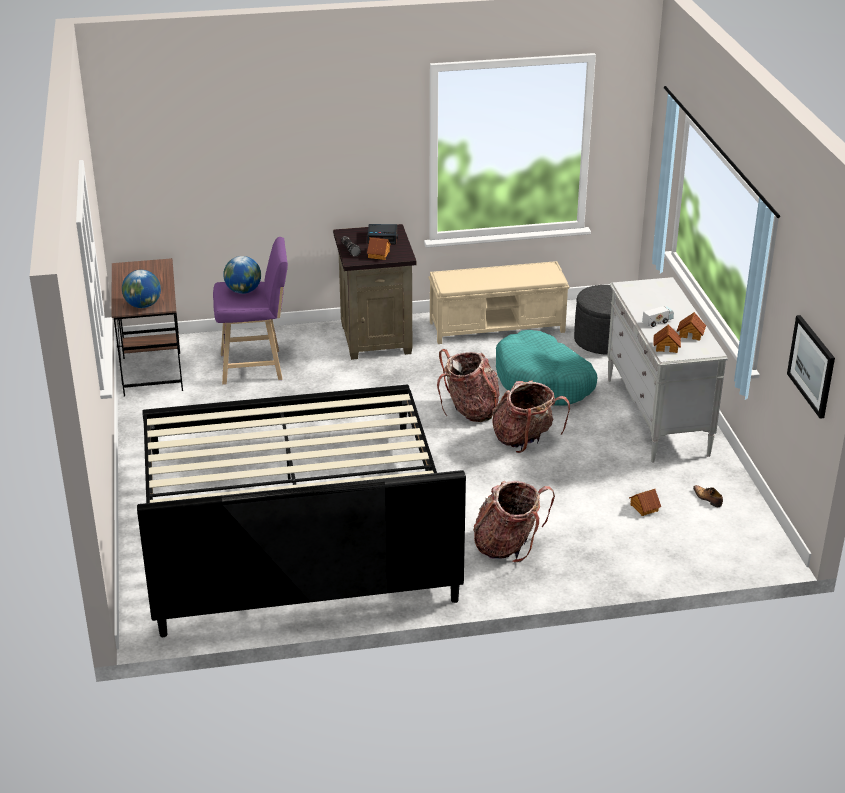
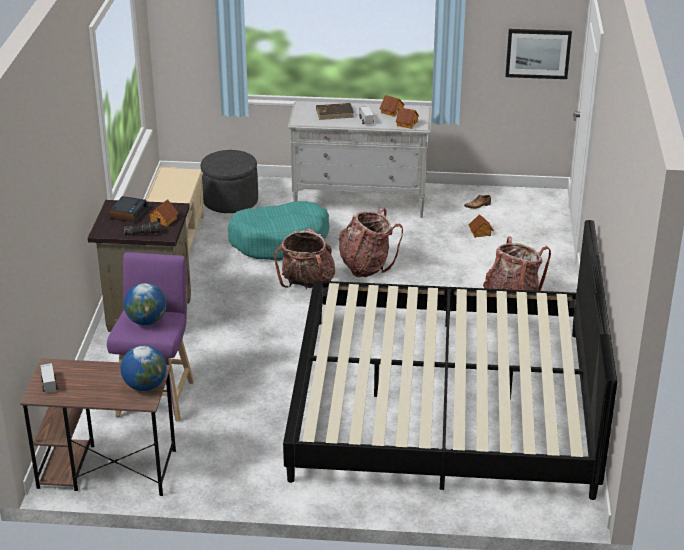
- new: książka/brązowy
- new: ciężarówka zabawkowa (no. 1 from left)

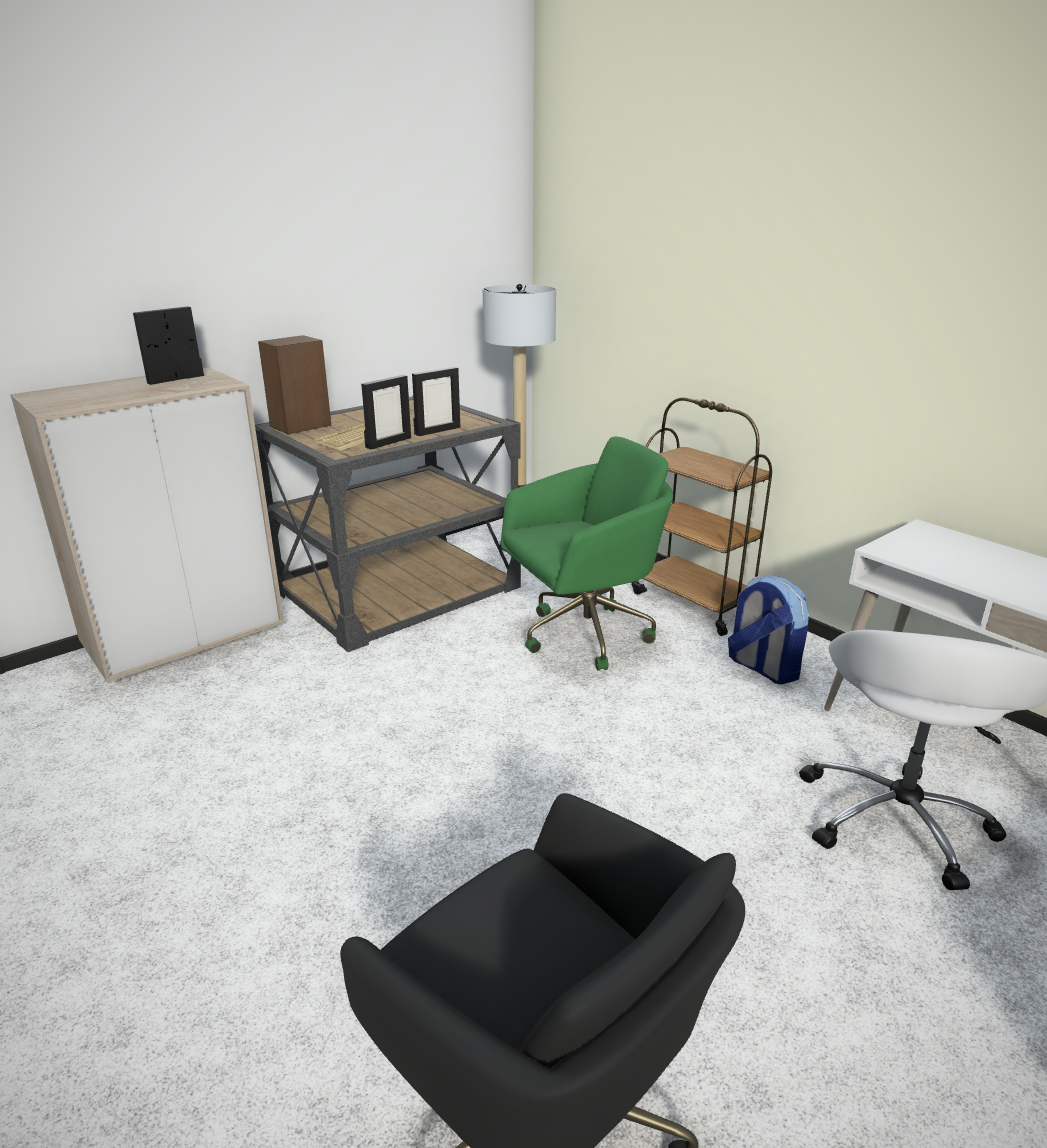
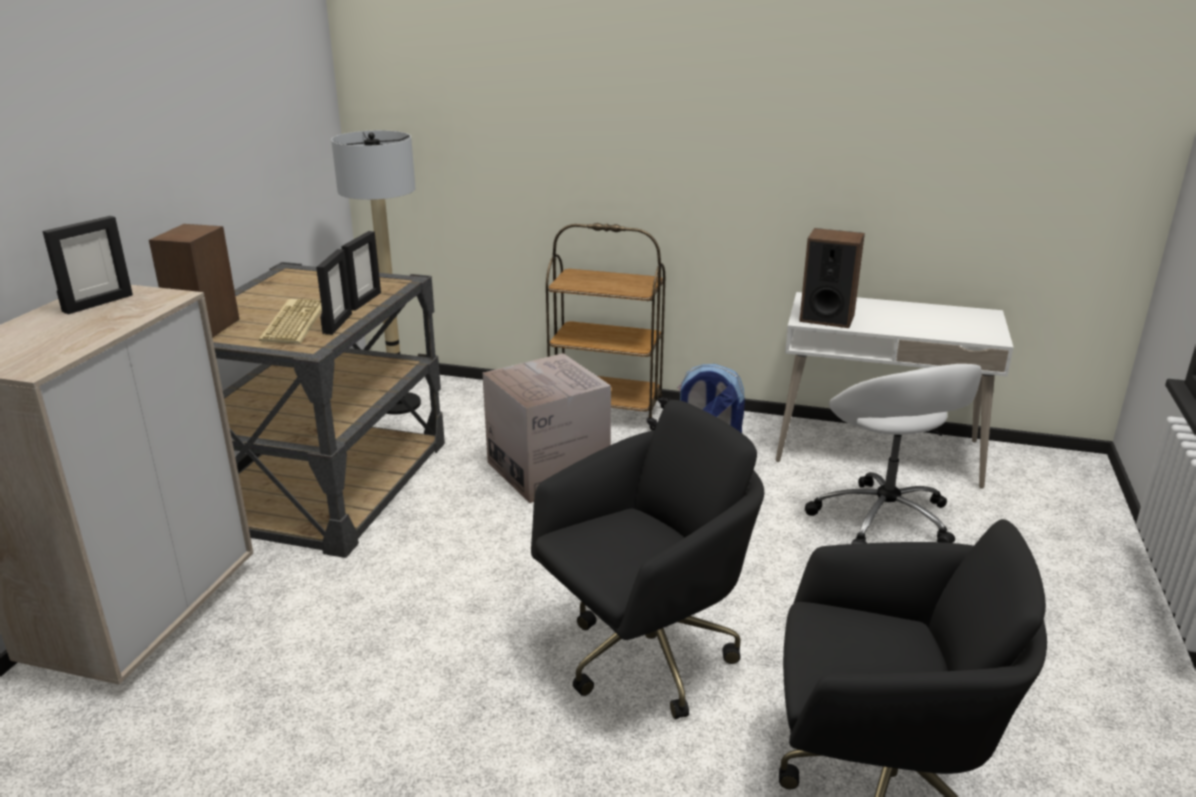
- rotated: ramka na zdjęcie (no. 1 from left) 150 degrees counterclockwise
- swapped: krzesło biurowe/zielony to karton
- new: głośnik (no. 2 from left)
- new: krzesło biurowe/czarny (no. 1 from left)

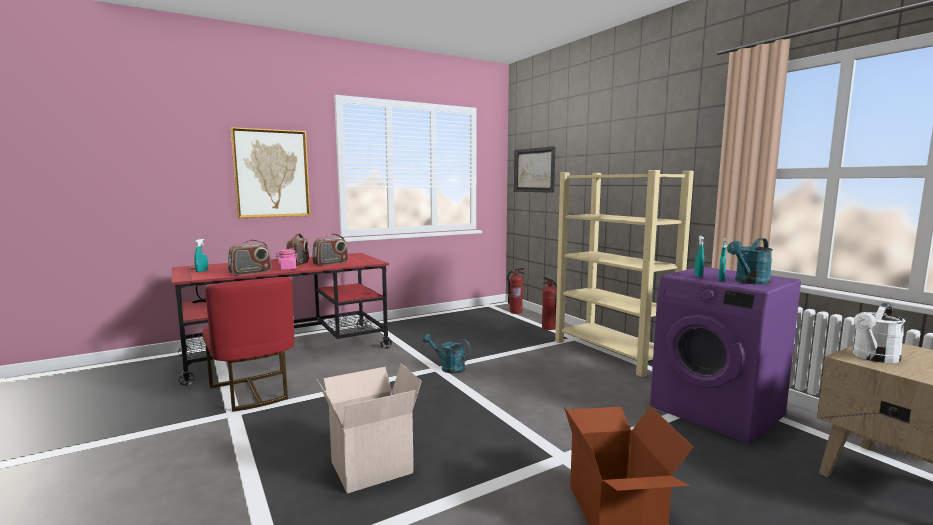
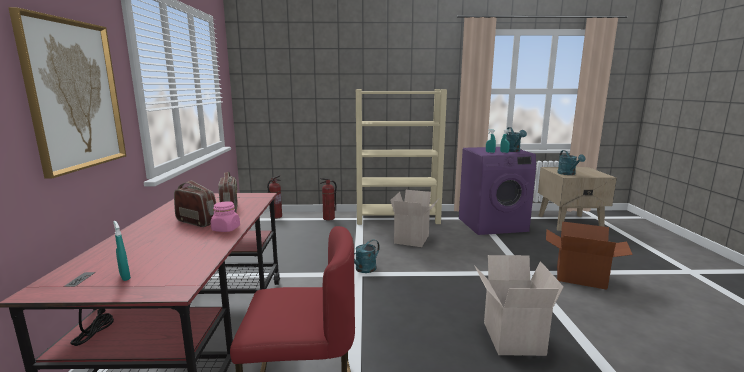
- gone: obraz (no. 2 from left)
- gone: radio (no. 1 from left)
- repainted: konewka/biały to konewka/turkusowy (no. 3 from left)
- new: karton (no. 1 from left)

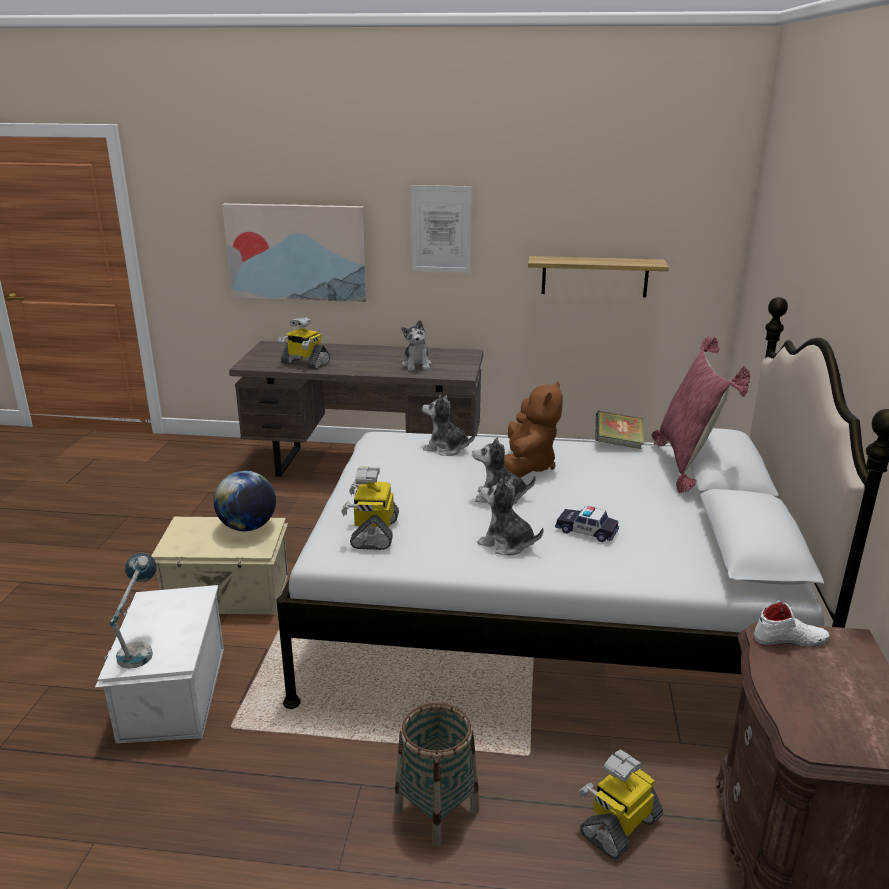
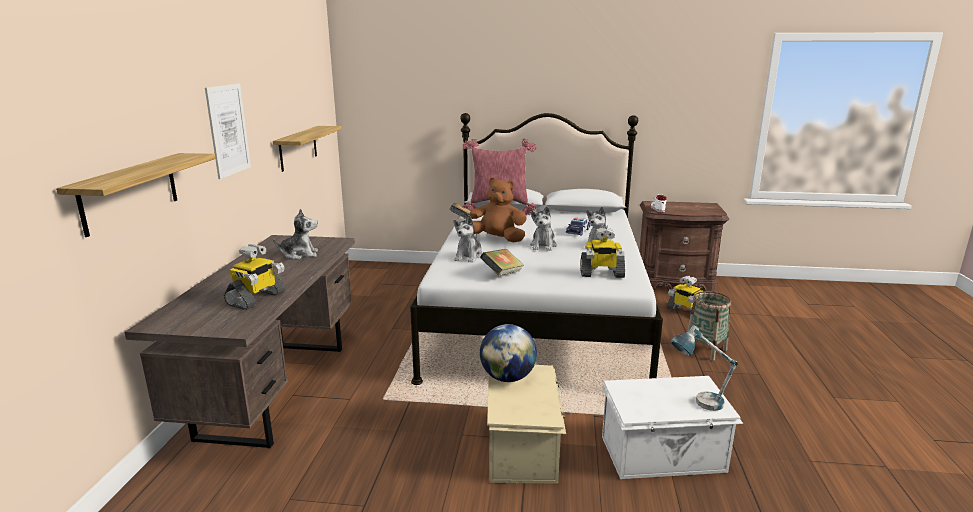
- swapped: obraz (no. 1 from left) to półka (no. 1 from left)
- new: książka (no. 2 from left)

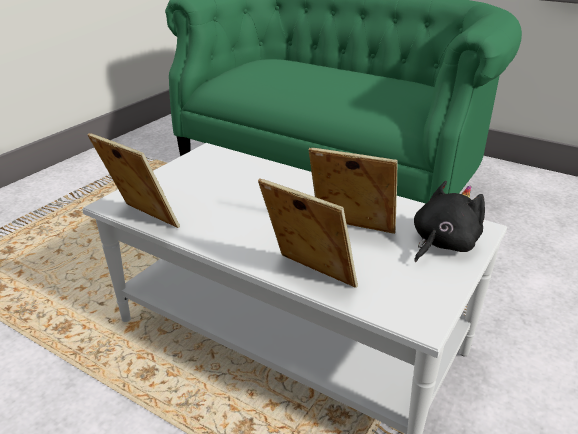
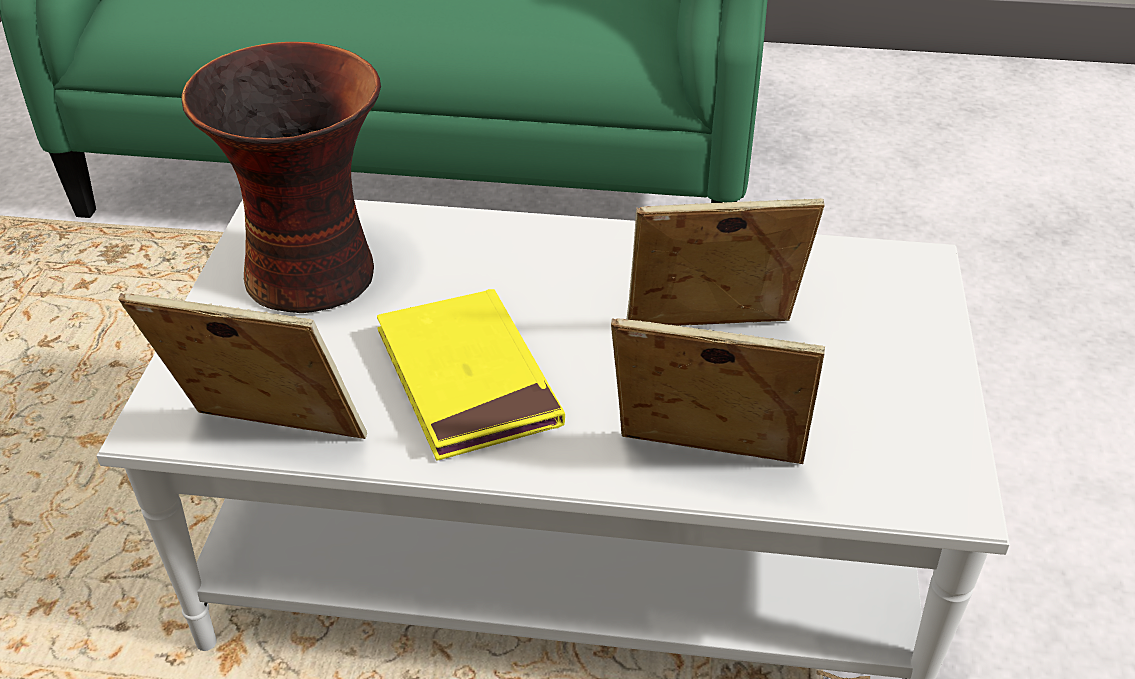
- gone: pluszak/czarny
- new: wazon
- new: książka/żółty

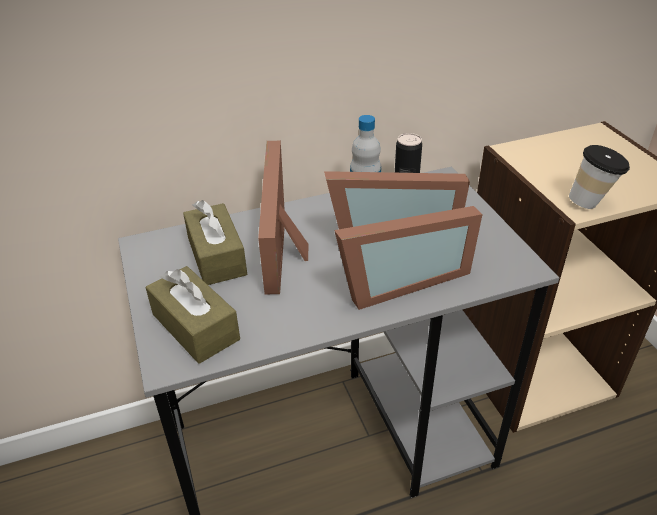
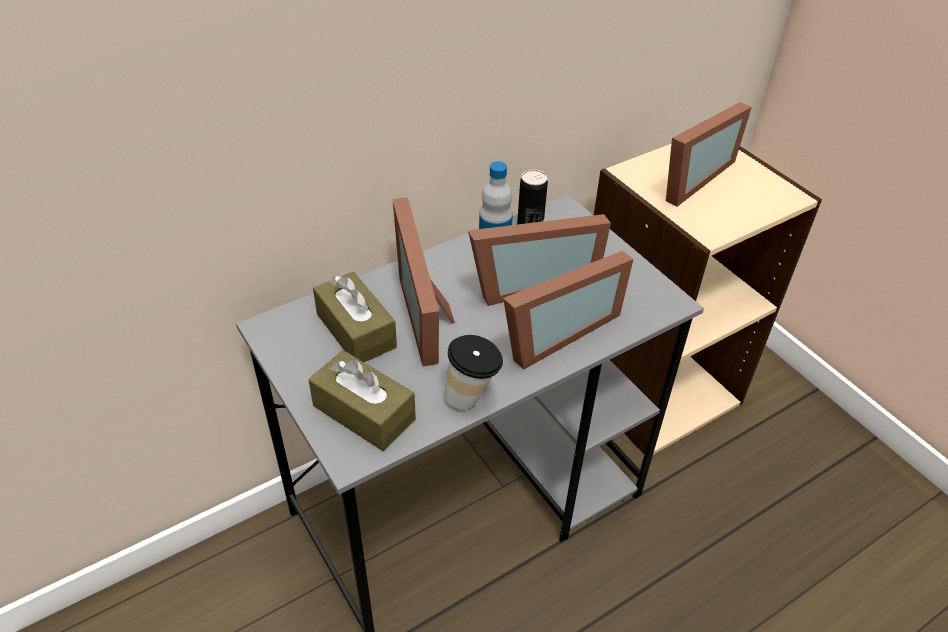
- shifted: filiżanka
- new: ramka na zdjęcie (no. 4 from left)

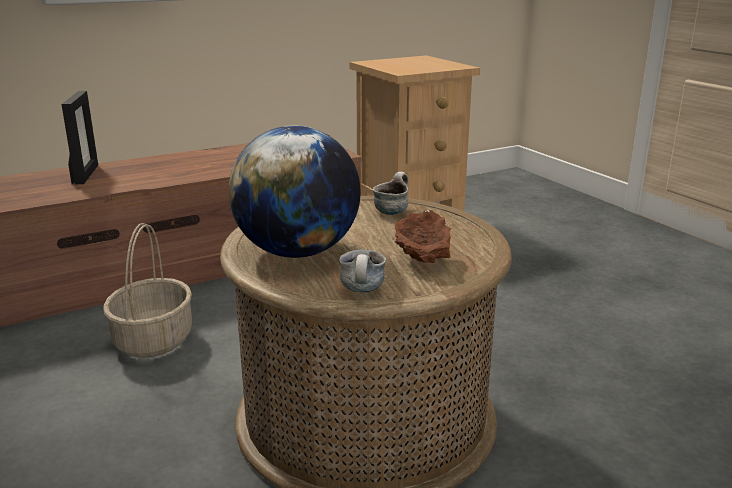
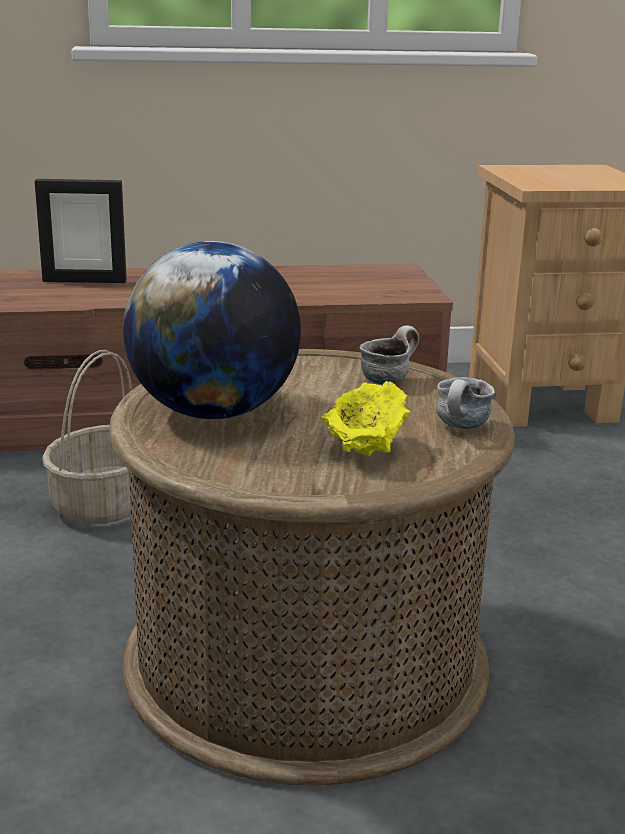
- rotated: ramka na zdjęcie 75 degrees clockwise
- repainted: miska/brązowy to miska/żółty
- shifted: kubek (no. 1 from left in the first image) to kubek (no. 2 from left)

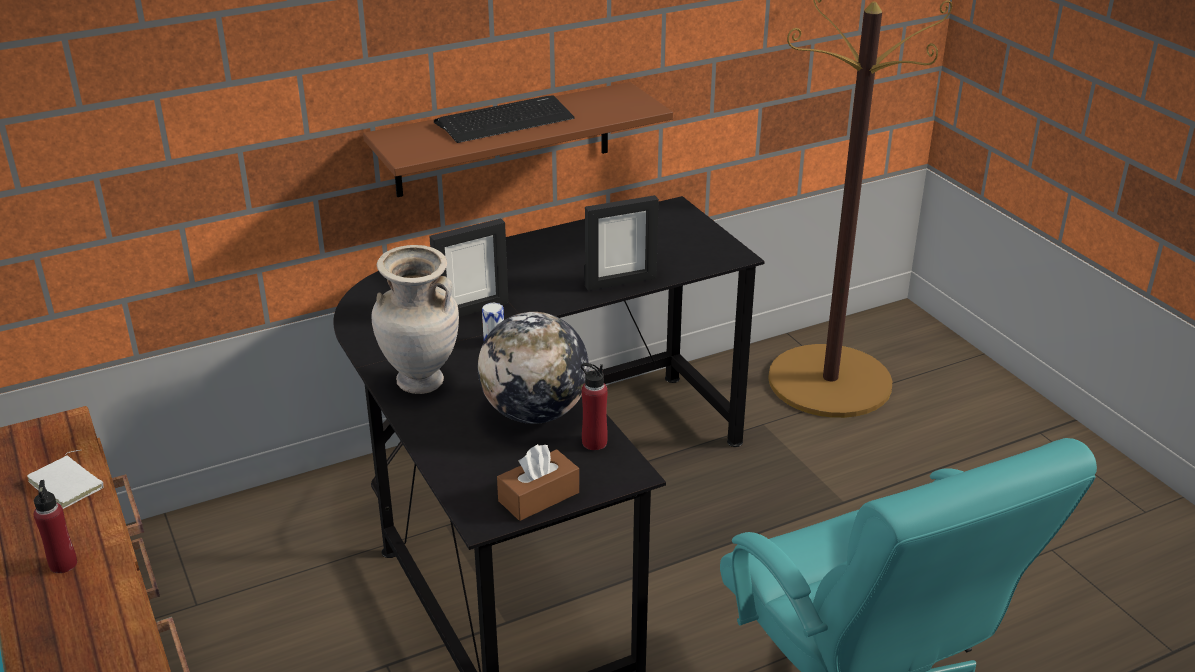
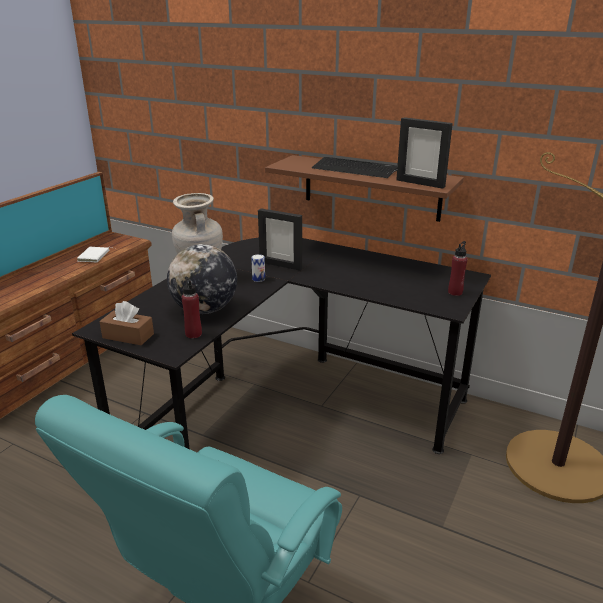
- shifted: ramka na zdjęcie (no. 2 from left)
- shifted: butelka/czerwony (no. 1 from left in the first image) to butelka/czerwony (no. 2 from left)

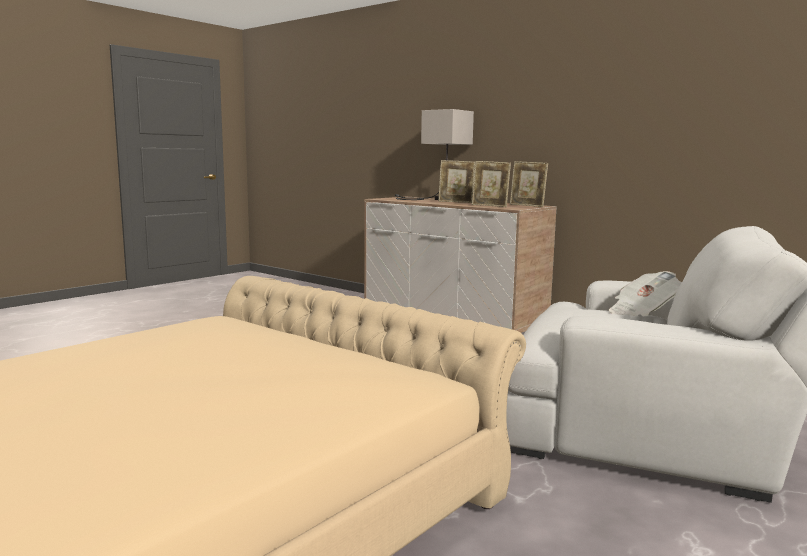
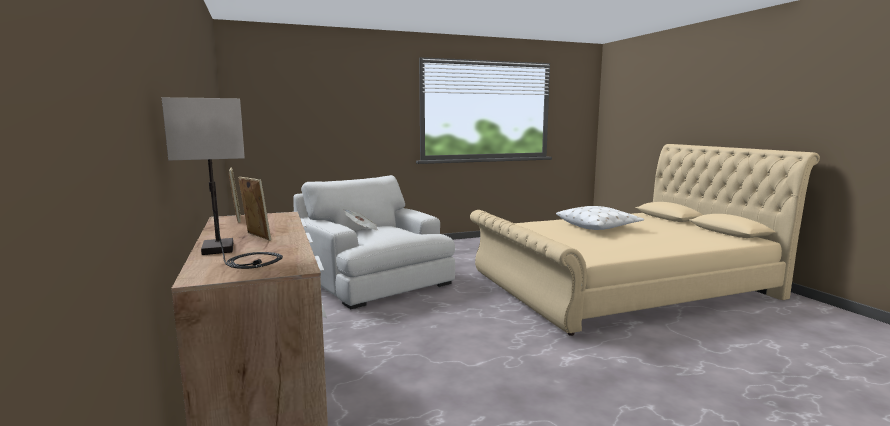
- gone: ramka na zdjęcie (no. 2 from left)
- new: poduszka/biały

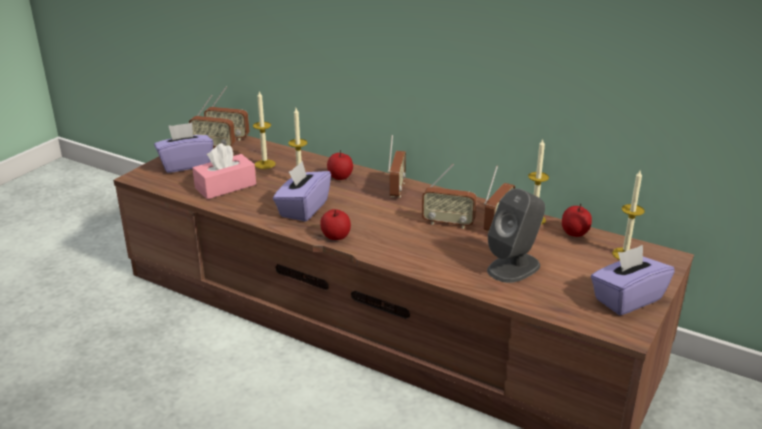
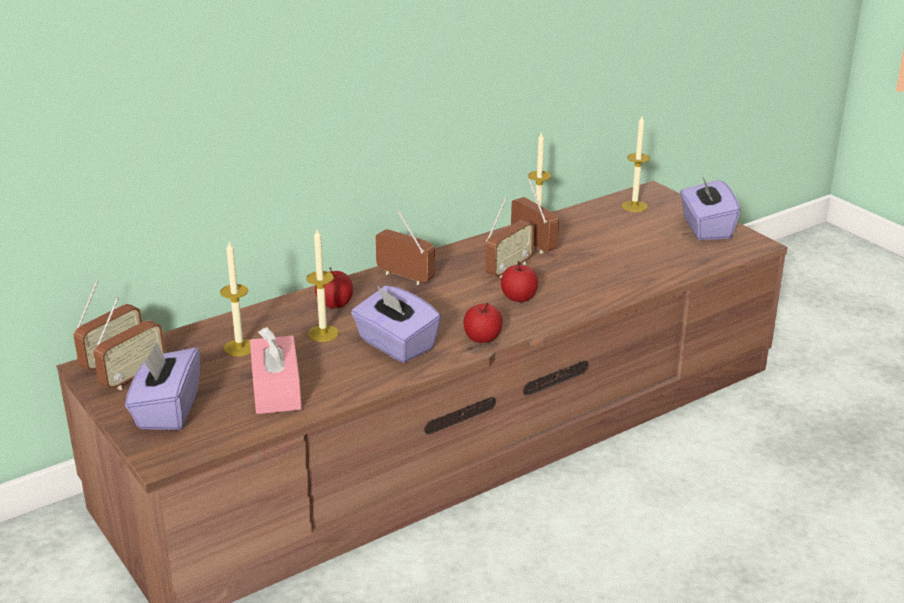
- gone: głośnik/szary
- shifted: jabłko (no. 3 from left)

